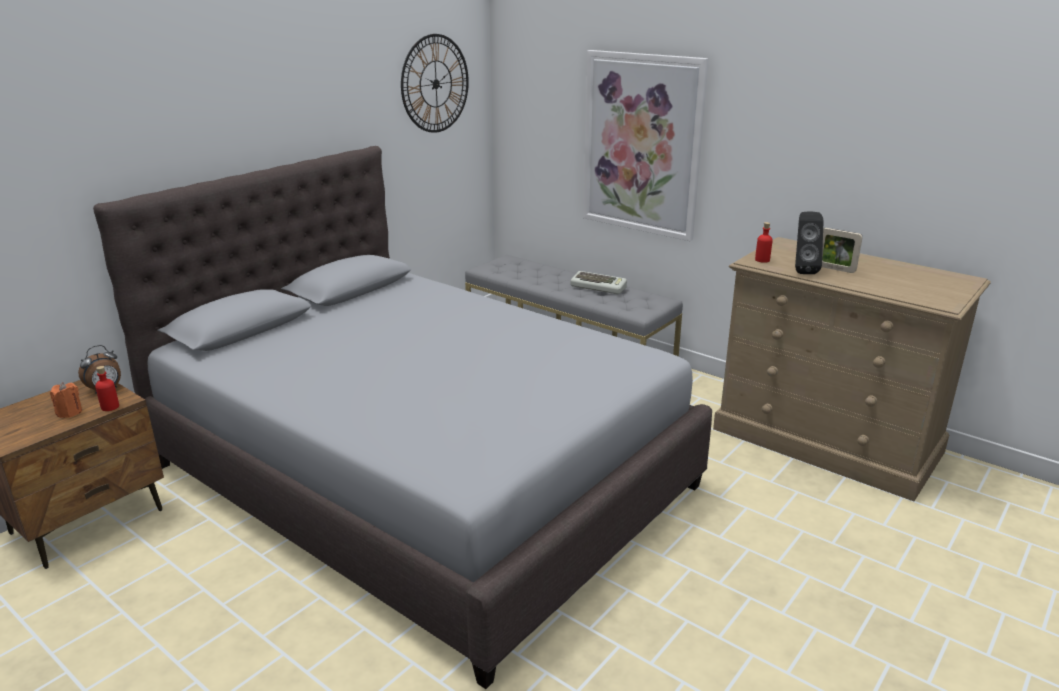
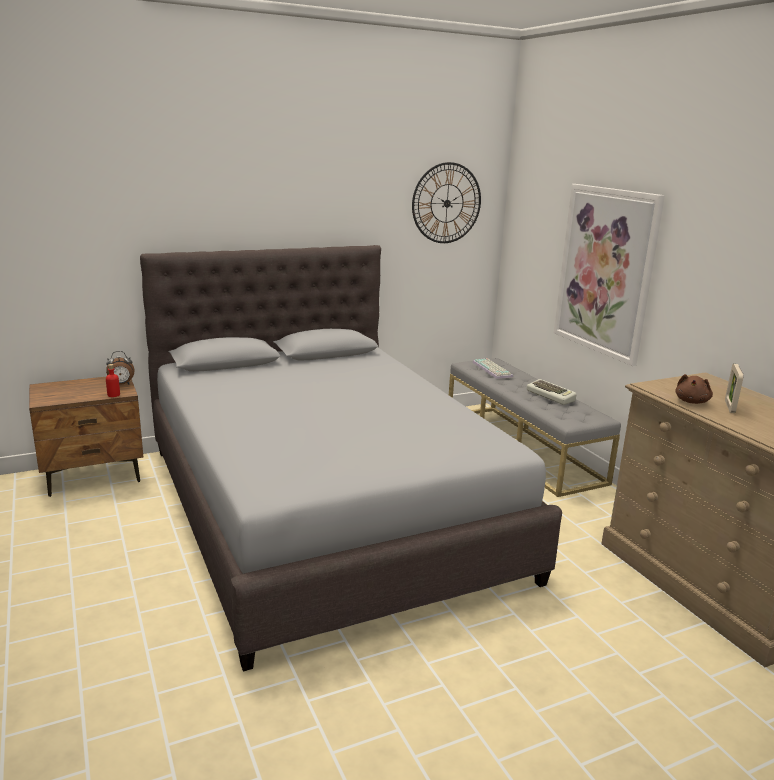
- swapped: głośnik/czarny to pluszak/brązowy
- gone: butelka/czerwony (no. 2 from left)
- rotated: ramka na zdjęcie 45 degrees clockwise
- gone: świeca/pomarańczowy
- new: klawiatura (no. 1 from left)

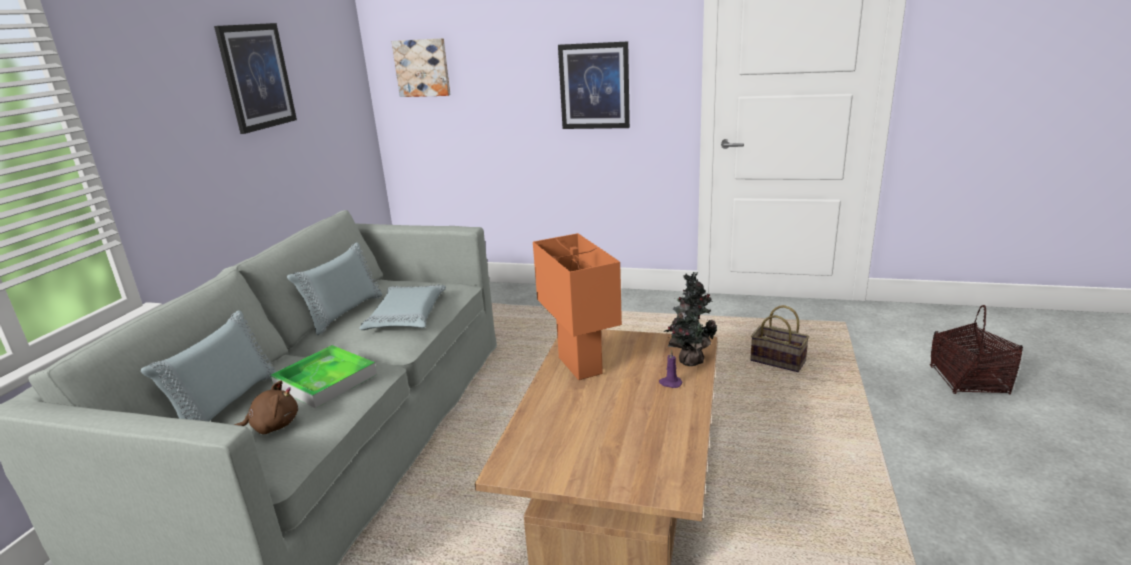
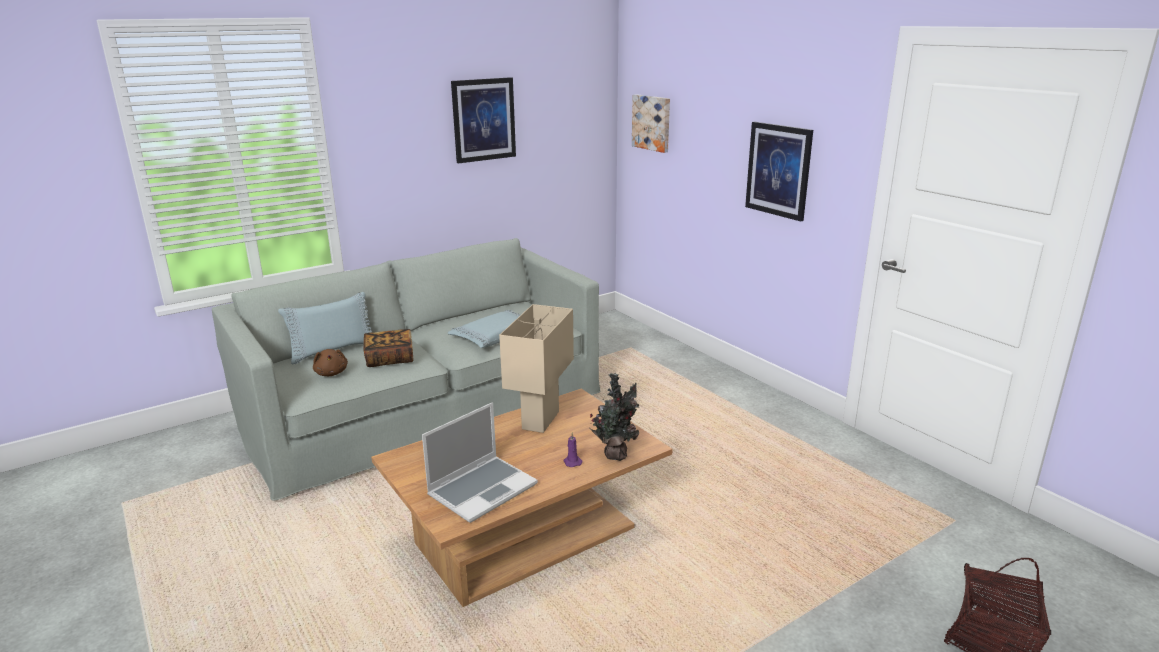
- repainted: lampa stołowa/pomarańczowy to lampa stołowa/beżowy
- gone: poduszka/niebieski (no. 2 from left)
- gone: koszyk (no. 1 from left)
- swapped: taca to książka
- rotated: pluszak/brązowy 45 degrees clockwise
- new: laptop

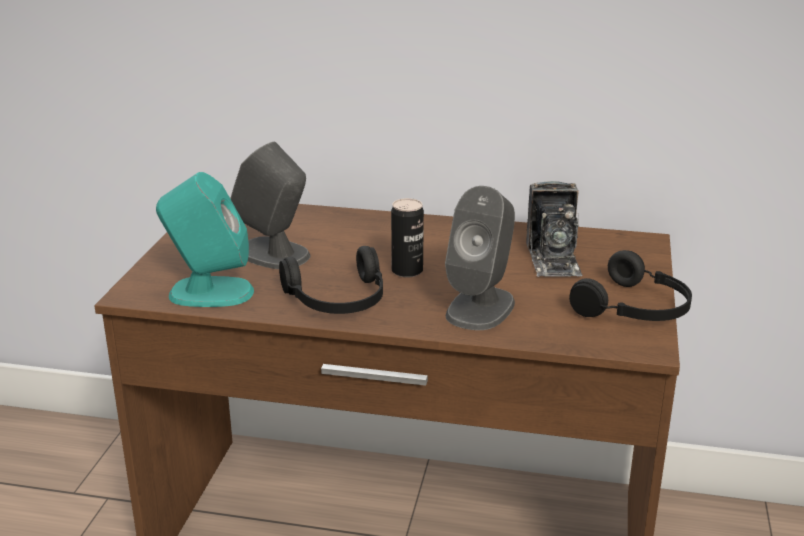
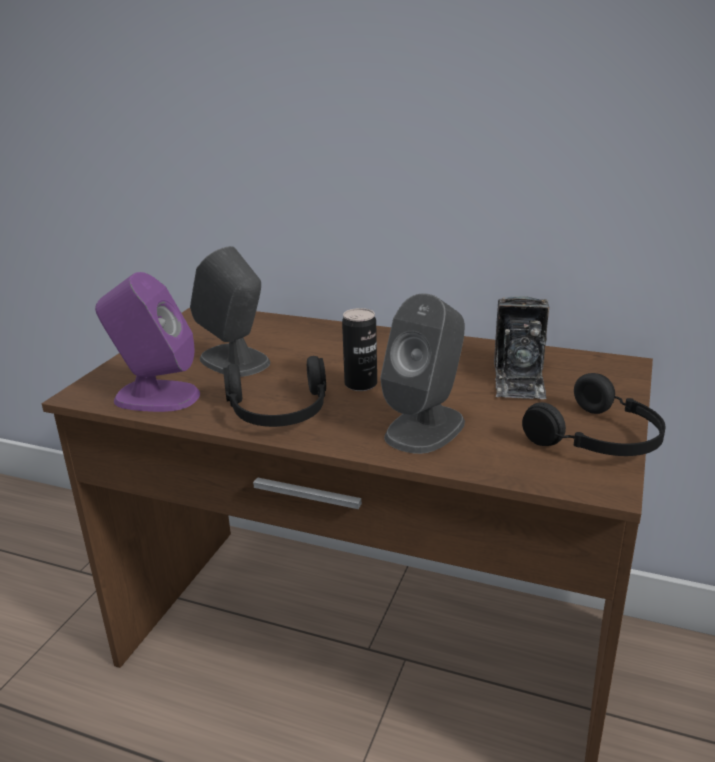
- repainted: głośnik/turkusowy to głośnik/fioletowy

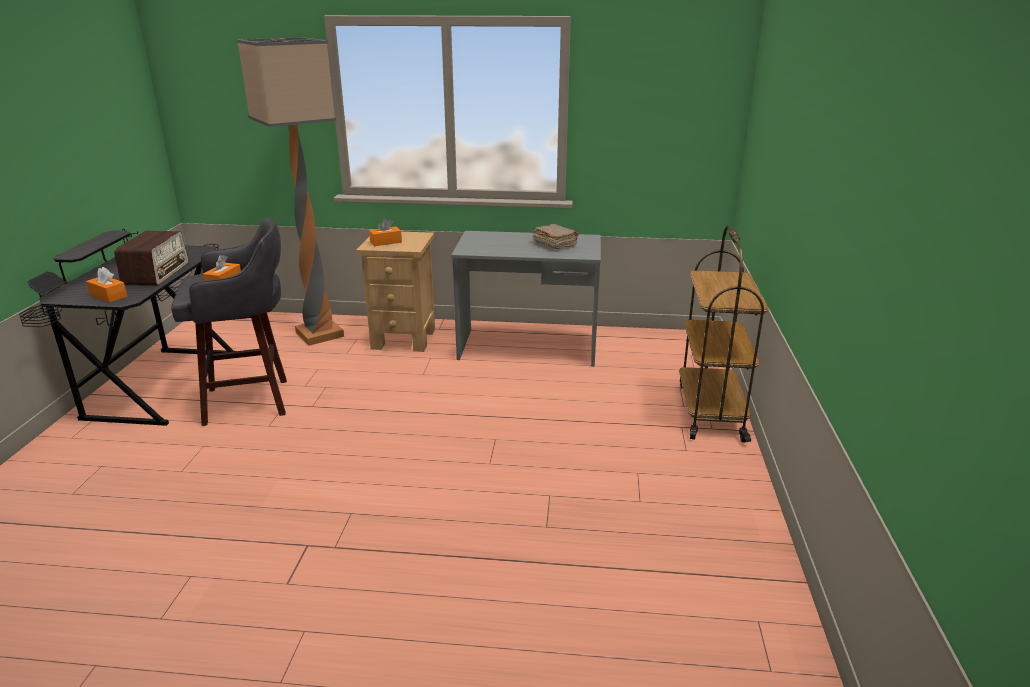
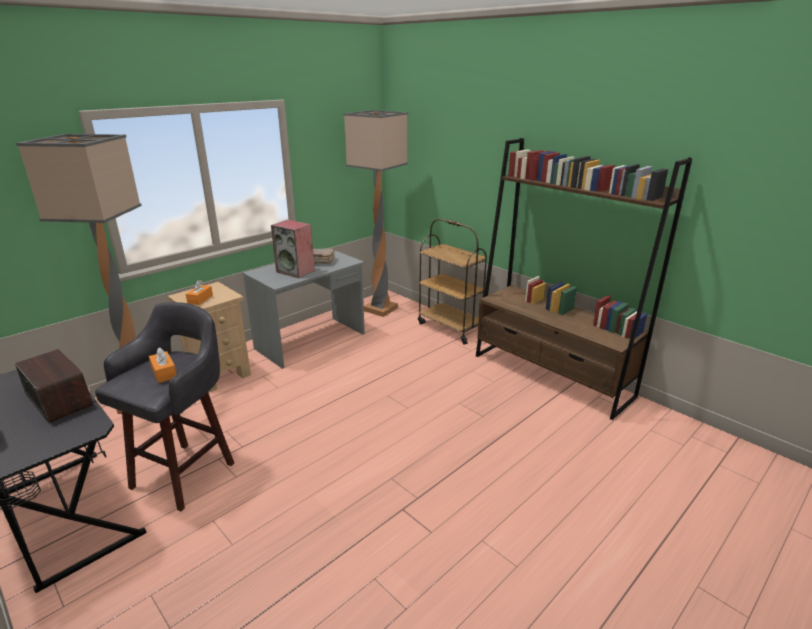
- gone: pudełko chusteczek/pomarańczowy (no. 1 from left)
- new: lampa stojąca (no. 2 from left)
- new: regał/brązowy
- new: głośnik

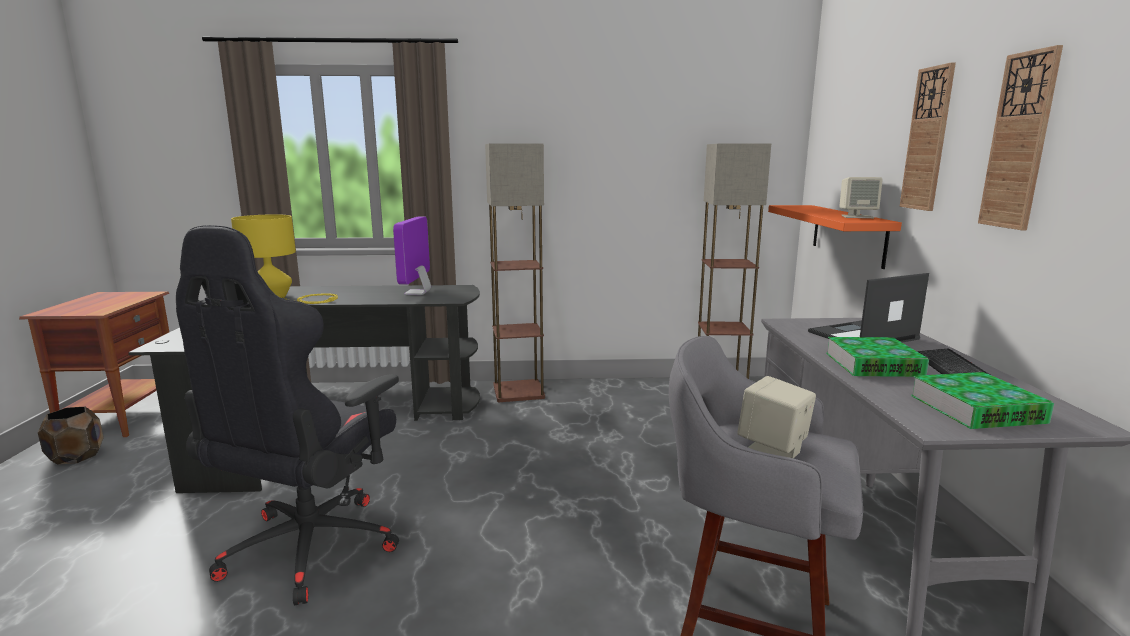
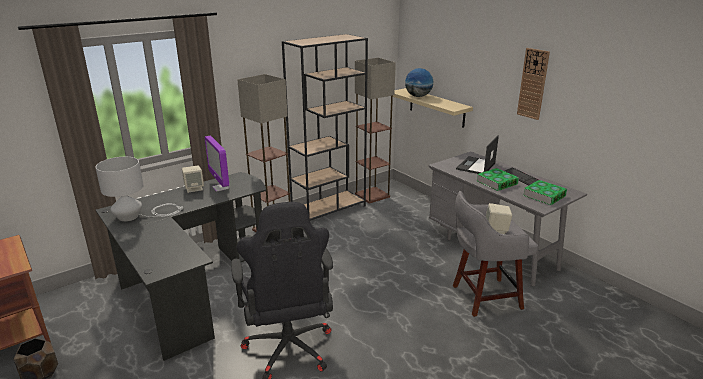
- gone: zegar ścienny (no. 1 from left)
- shifted: głośnik/beżowy (no. 2 from left in the first image) to głośnik/beżowy (no. 1 from left)
- repainted: półka/pomarańczowy to półka/beżowy
- repainted: lampa stołowa/żółty to lampa stołowa/szary
- new: regał
- new: globus

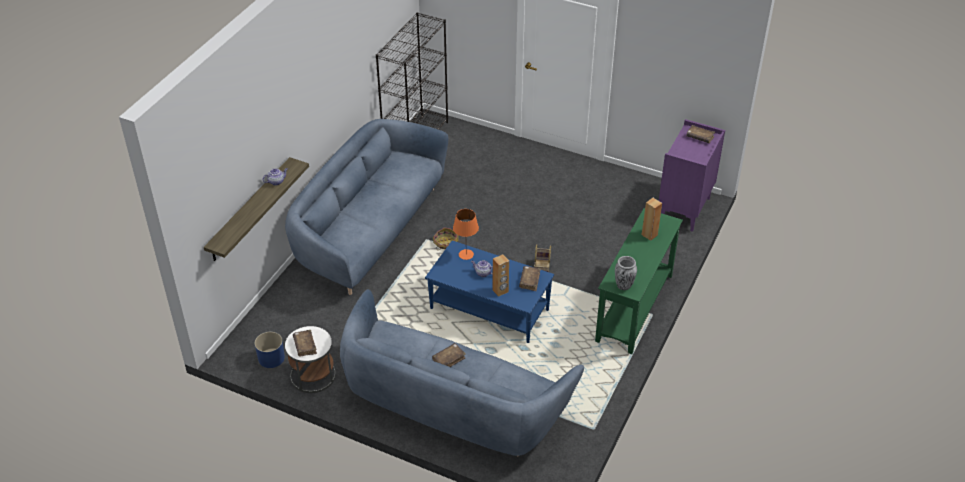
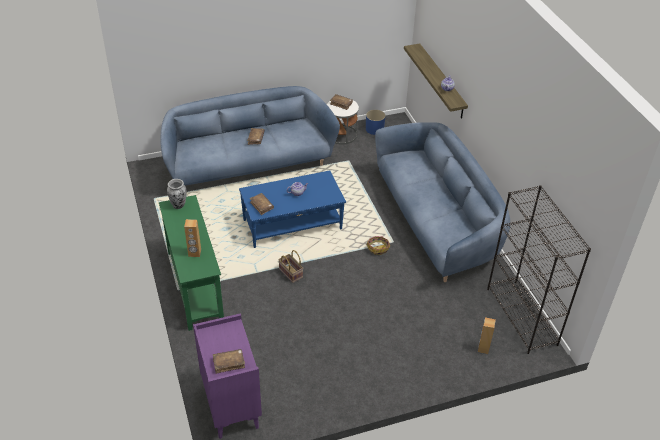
- gone: lampa stołowa/pomarańczowy
- shifted: głośnik/brązowy (no. 1 from left in the first image) to głośnik/brązowy (no. 2 from left)

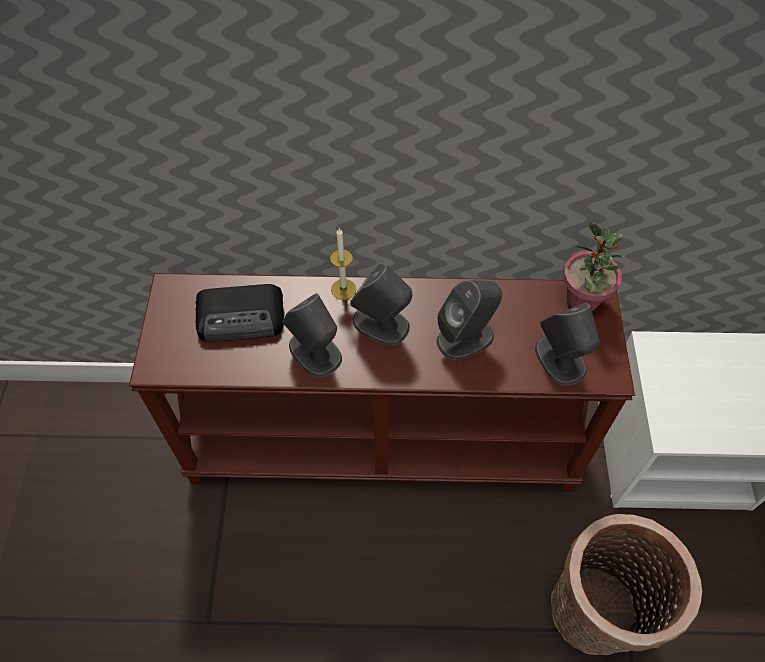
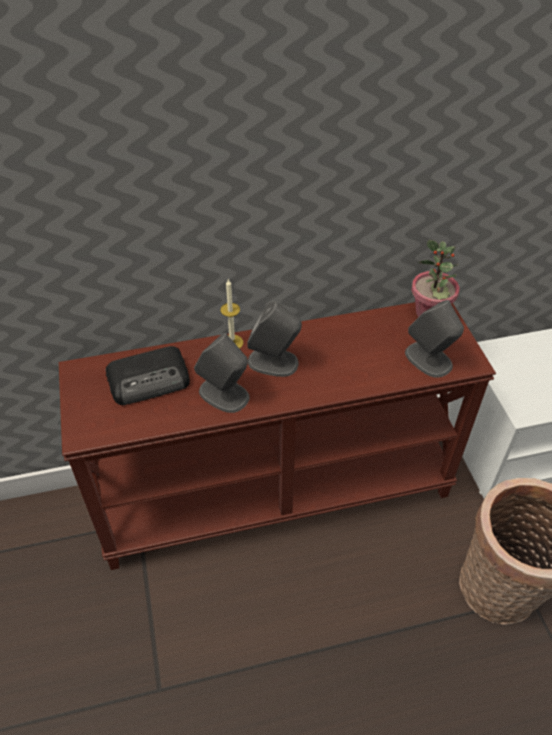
- gone: głośnik/szary (no. 3 from left)

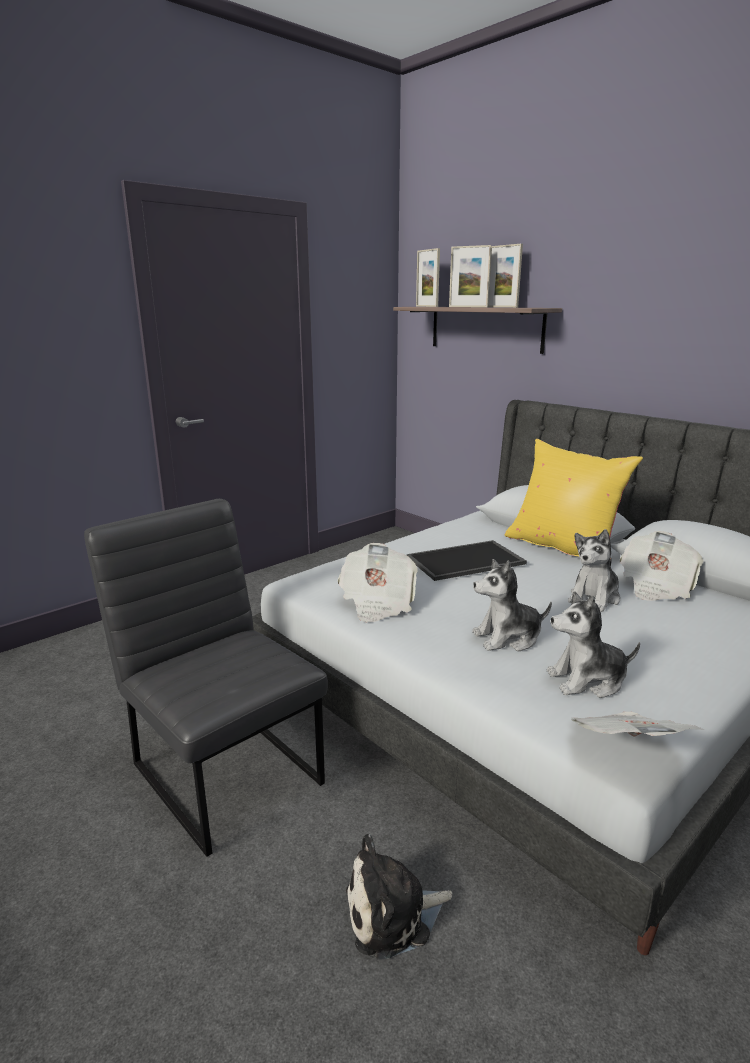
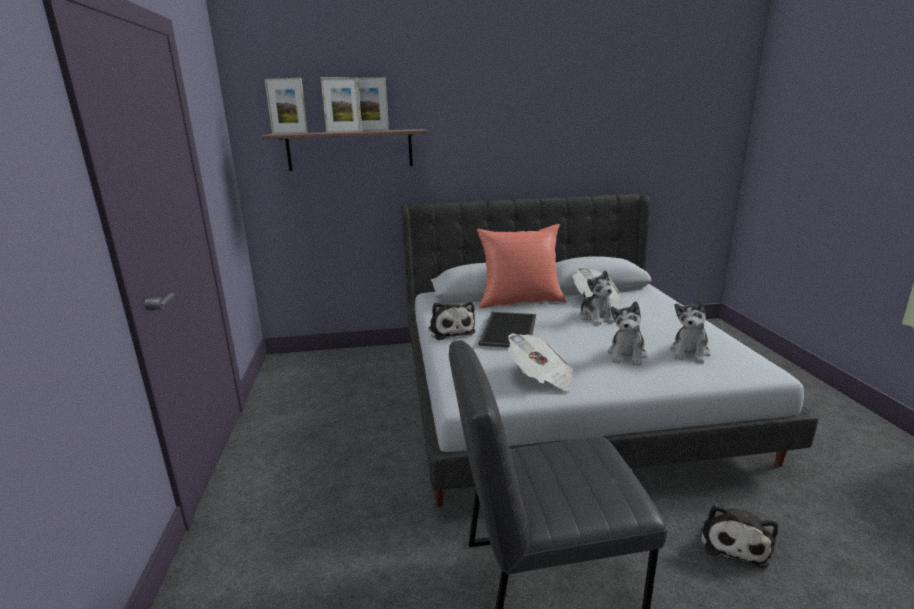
- repainted: poduszka/żółty to poduszka/czerwony
- gone: gazeta (no. 2 from left)
- new: pluszak (no. 1 from left)

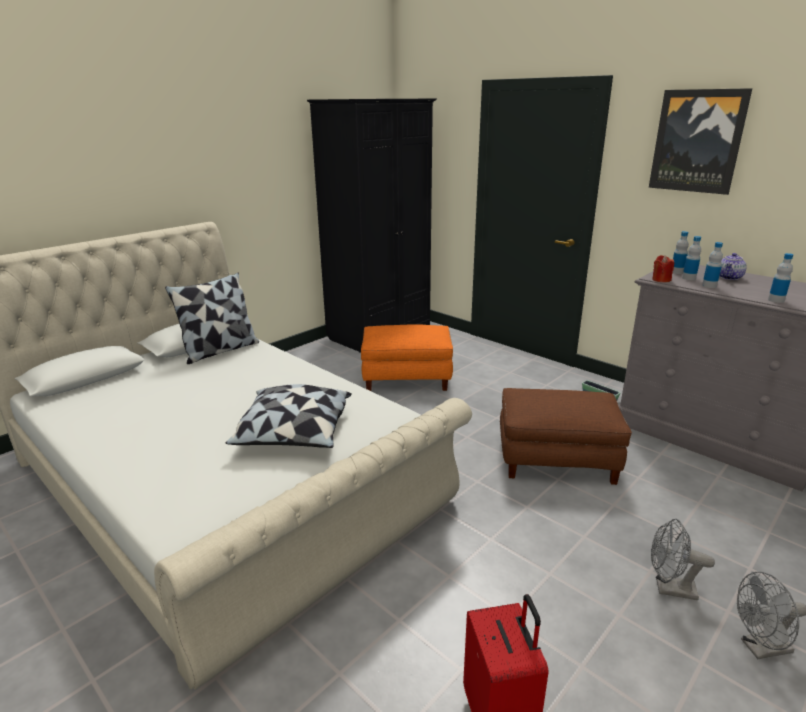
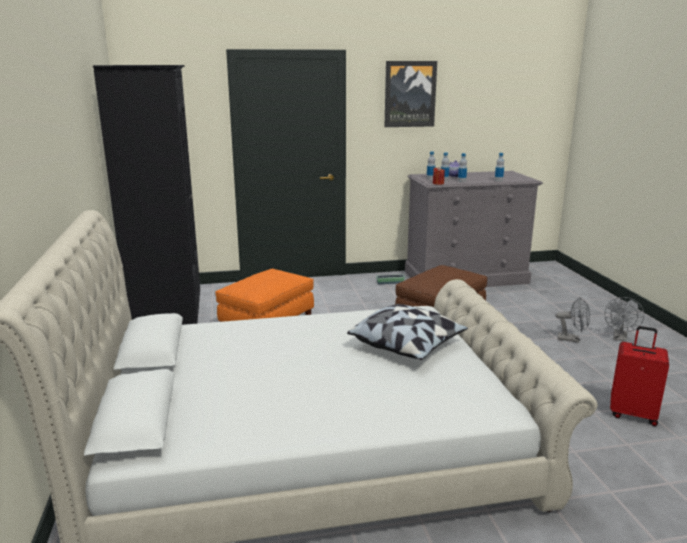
- gone: poduszka (no. 1 from left)
- rotated: wentylator/szary (no. 1 from left) 120 degrees counterclockwise

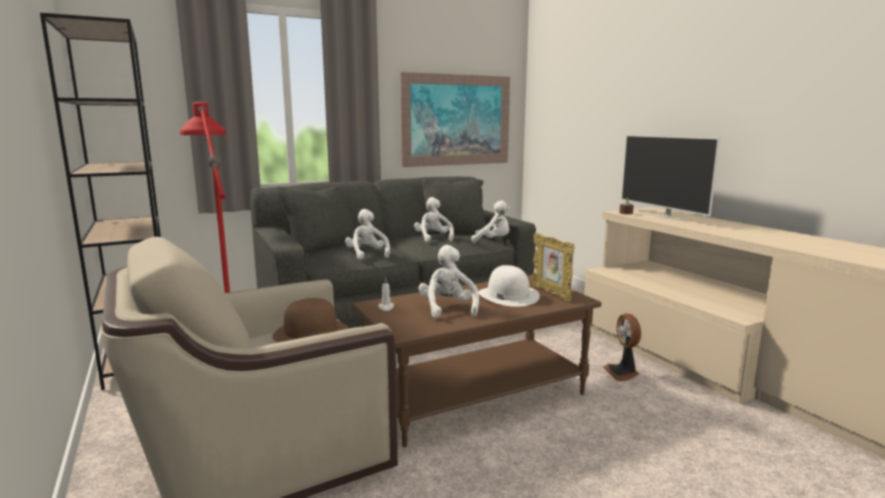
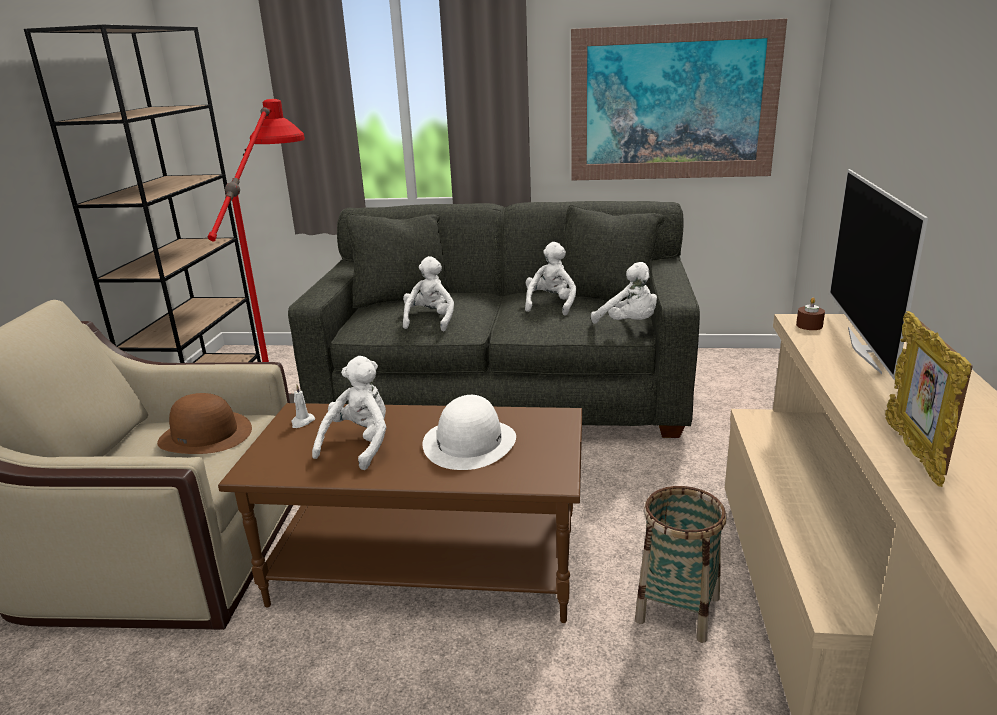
- shifted: ramka na zdjęcie
- swapped: wentylator to koszyk

